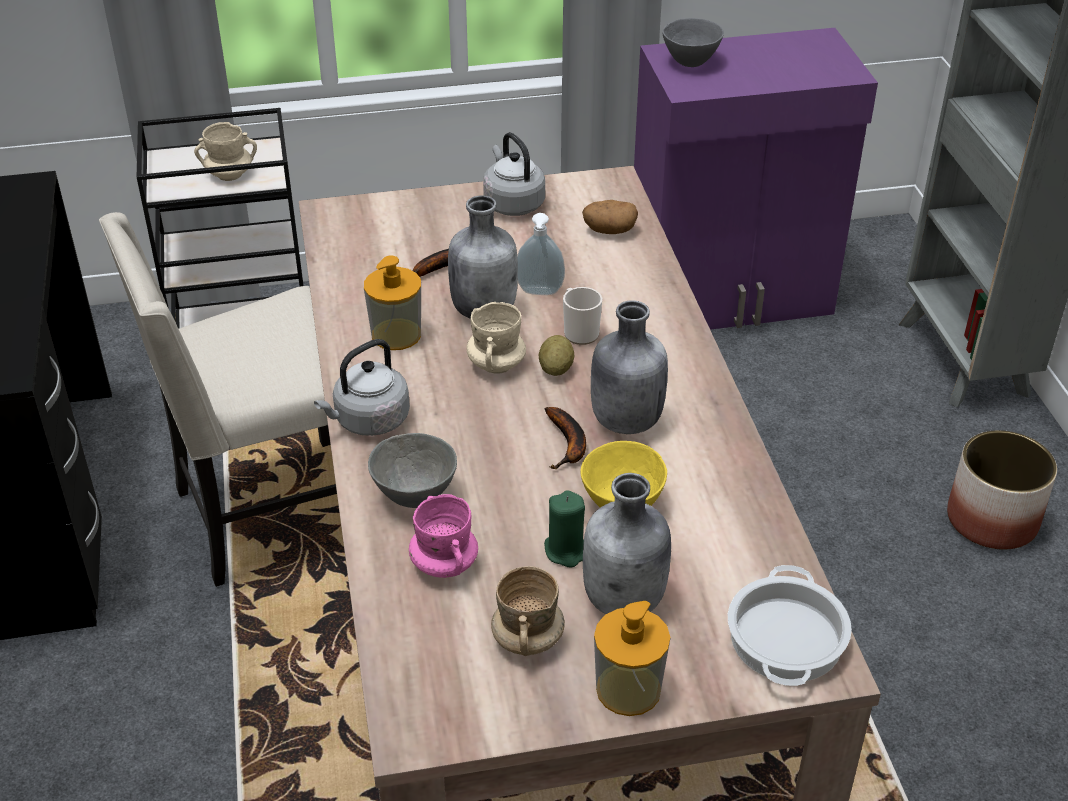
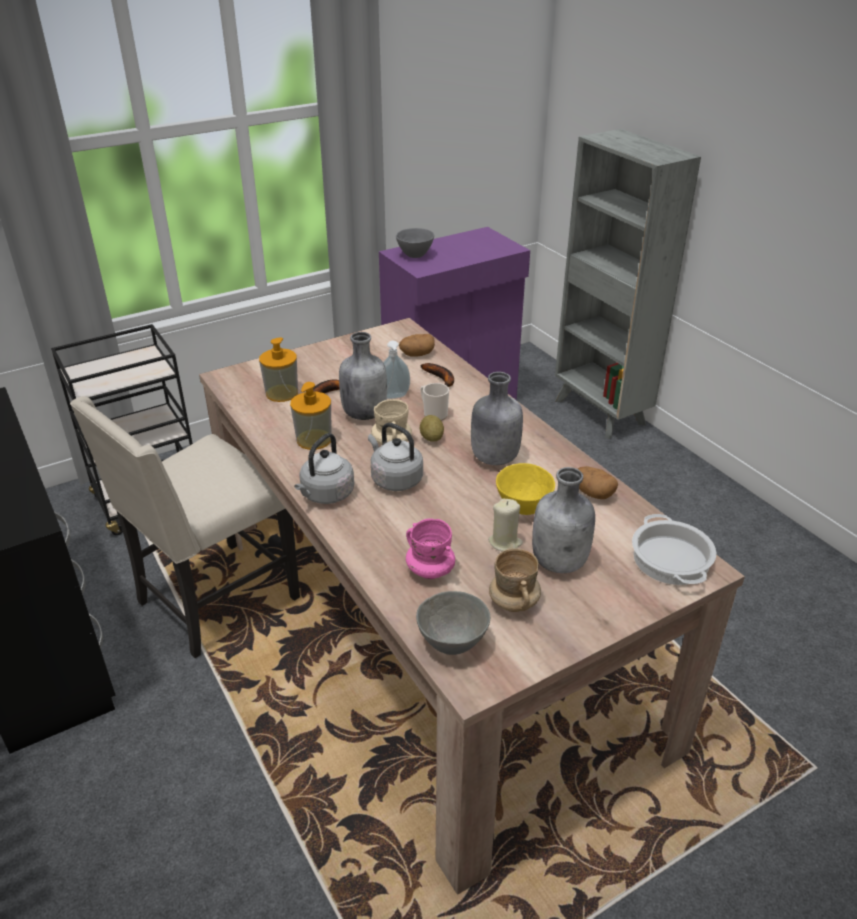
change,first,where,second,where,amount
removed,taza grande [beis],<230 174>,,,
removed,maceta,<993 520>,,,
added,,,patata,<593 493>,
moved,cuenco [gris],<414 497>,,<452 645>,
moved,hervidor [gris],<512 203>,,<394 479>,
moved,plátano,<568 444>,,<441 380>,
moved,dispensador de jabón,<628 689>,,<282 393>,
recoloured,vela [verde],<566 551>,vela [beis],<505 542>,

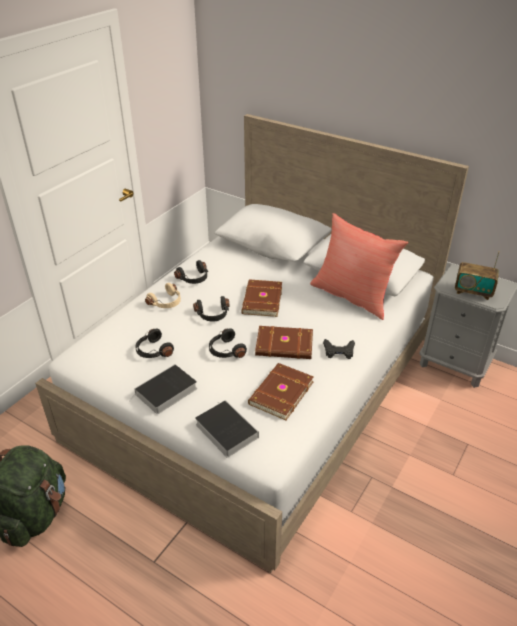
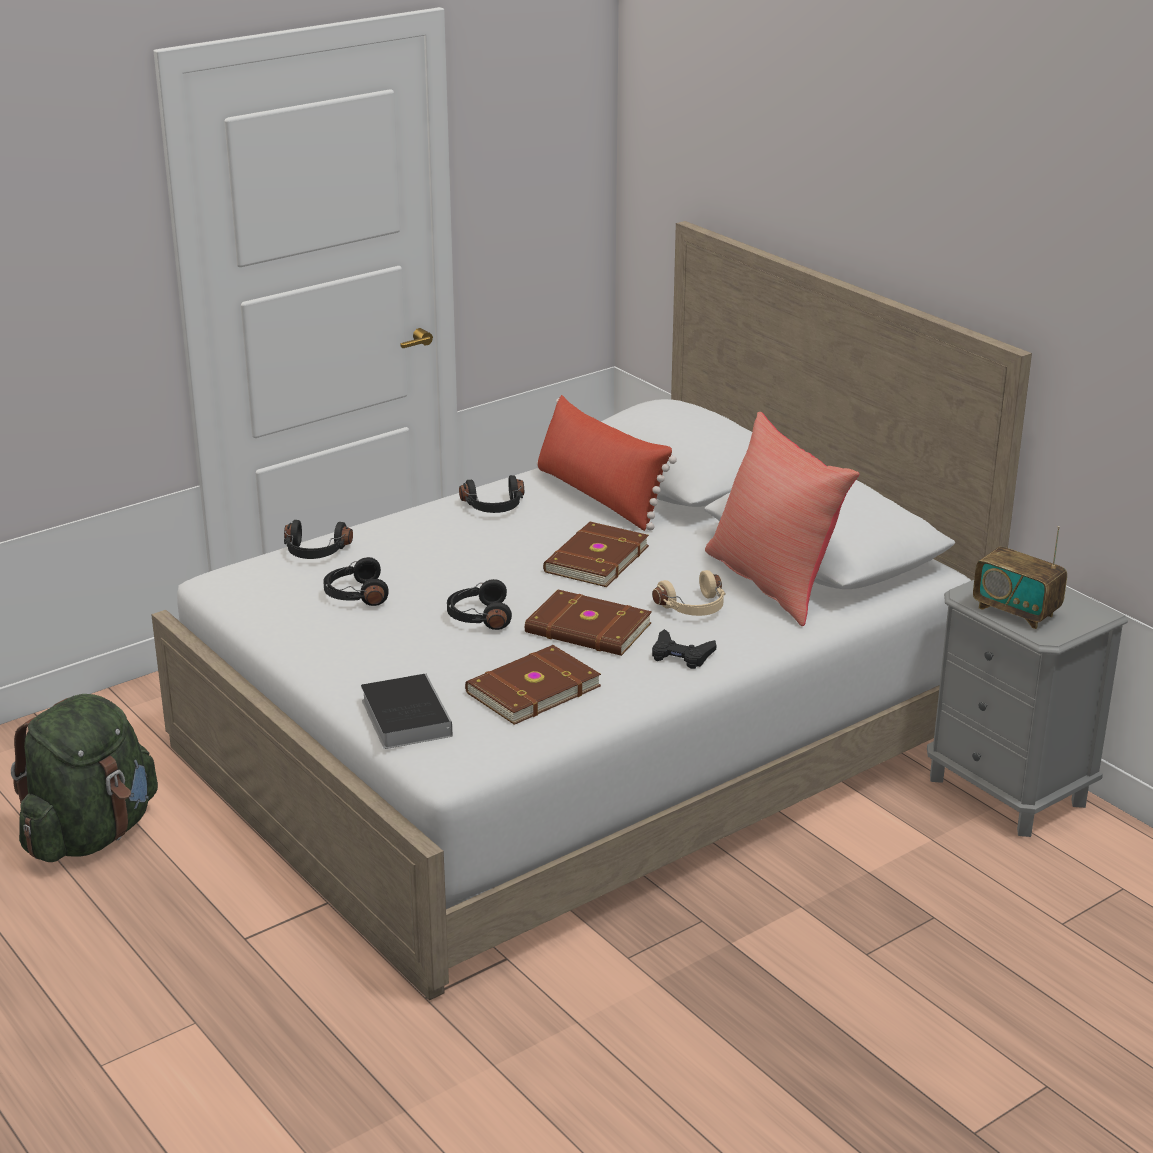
change,first,where,second,where,amount
removed,libro,<165 392>,,,
added,,,cojín [rojo],<599 497>,
moved,auriculares [beis],<166 303>,,<694 608>,
moved,auriculares [negro],<213 315>,,<315 553>,

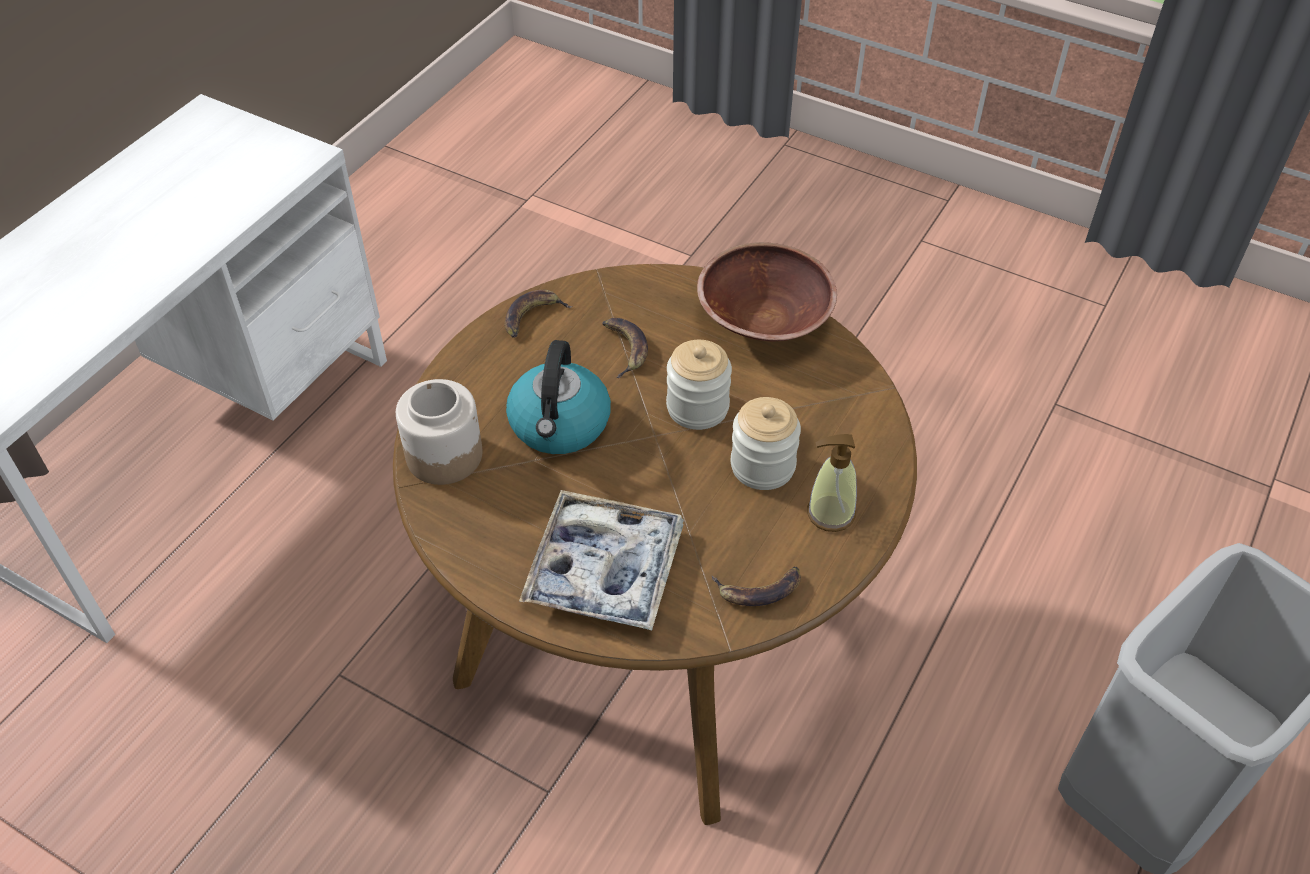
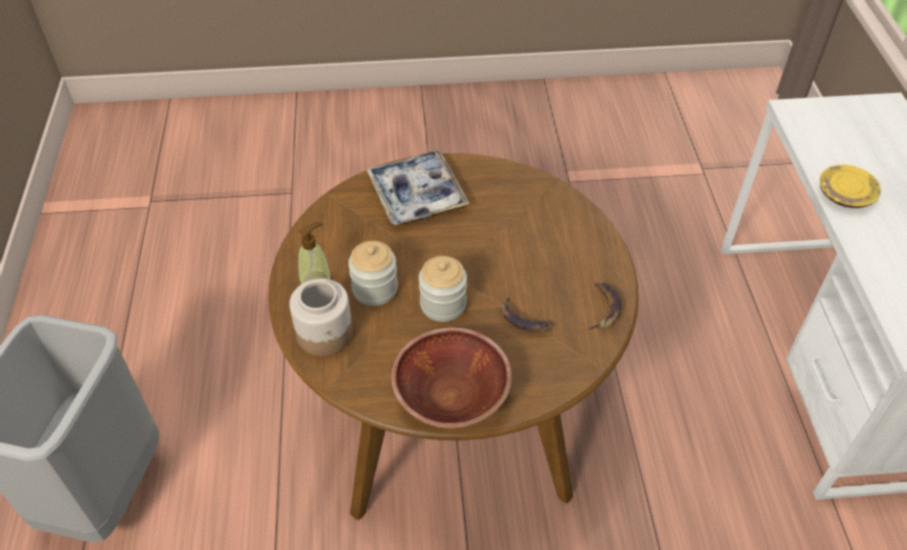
change,first,where,second,where,amount
removed,hervidor,<560 425>,,,
removed,plátano,<759 589>,,,
added,,,plato [amarillo],<845 194>,
moved,tarro,<444 455>,,<325 334>,

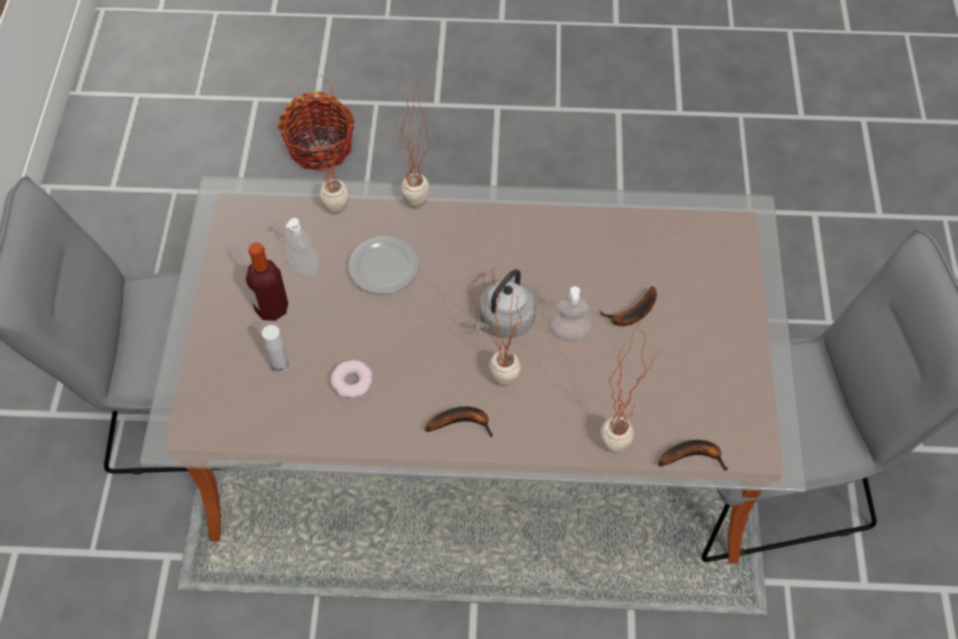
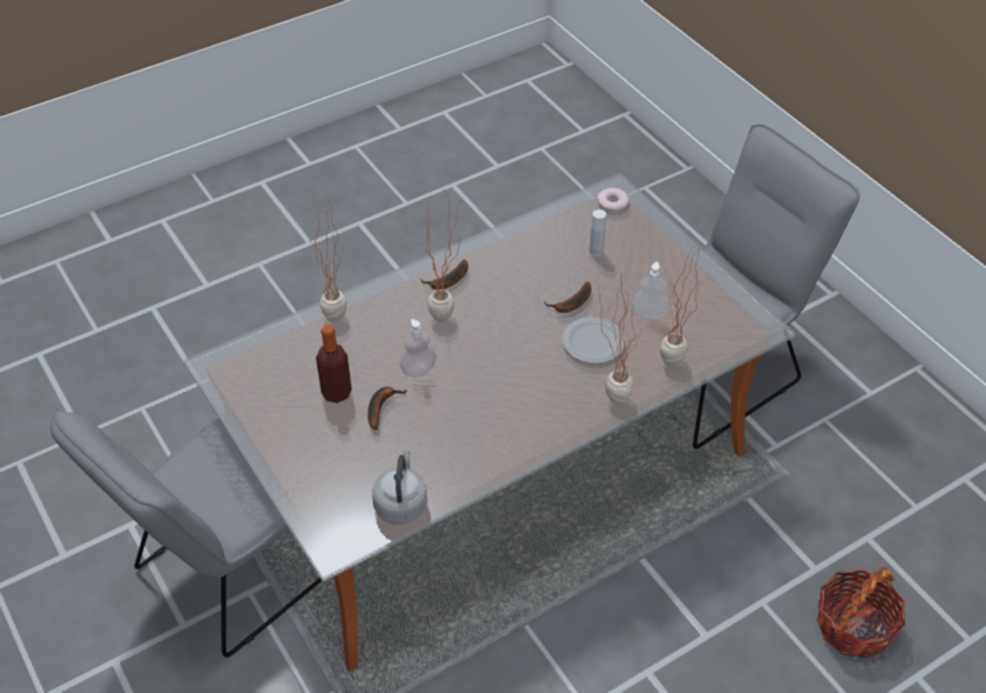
change,first,where,second,where,amount
moved,botella,<272 308>,,<336 393>,
moved,rosquilla,<352 382>,,<612 202>,
moved,hervidor [gris],<504 321>,,<401 504>,
moved,plátano,<693 456>,,<571 304>,

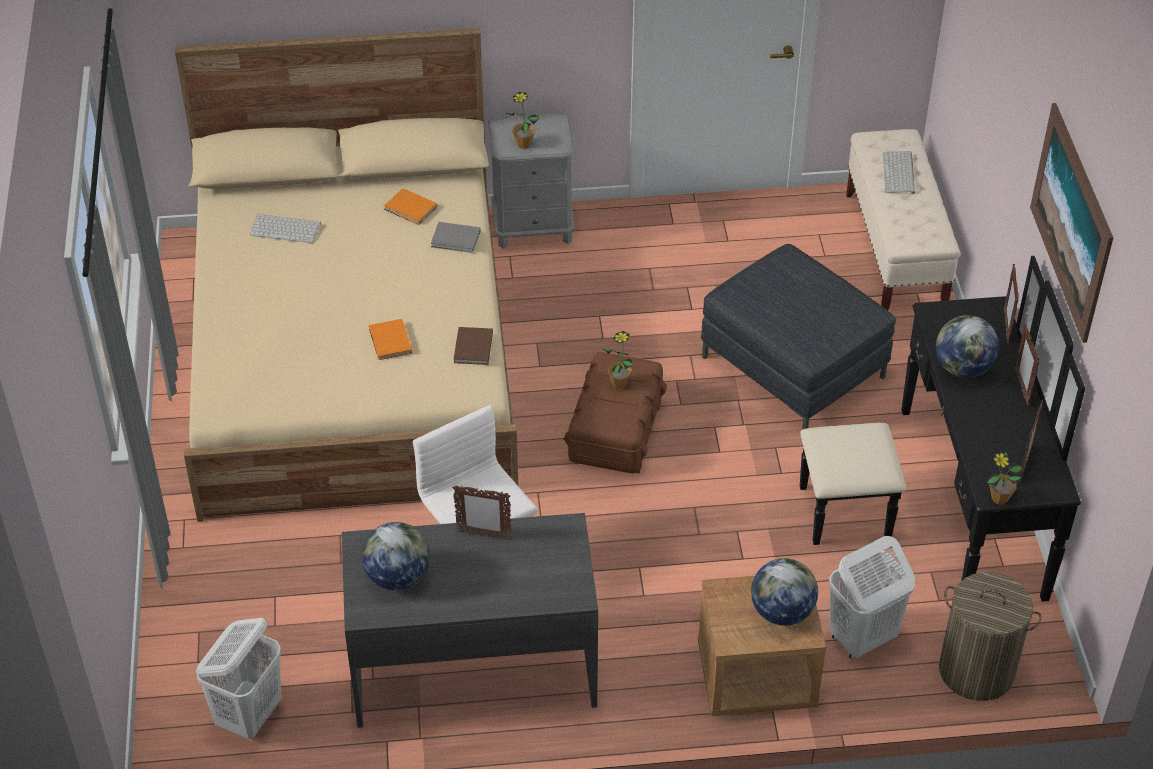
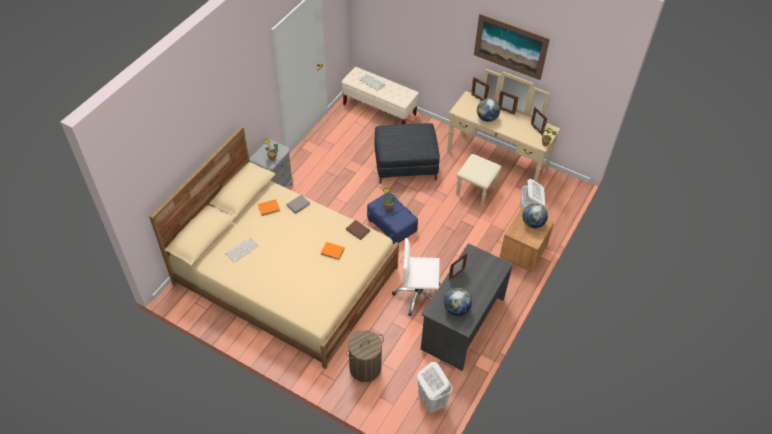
change,first,where,second,where,amount
moved,cesto de la ropa,<977 670>,,<365 368>,
recoloured,caja de almacenaje [marrón],<616 431>,caja de almacenaje [azul],<392 224>,
recoloured,cómoda [negro],<942 505>,cómoda [beis],<492 167>,

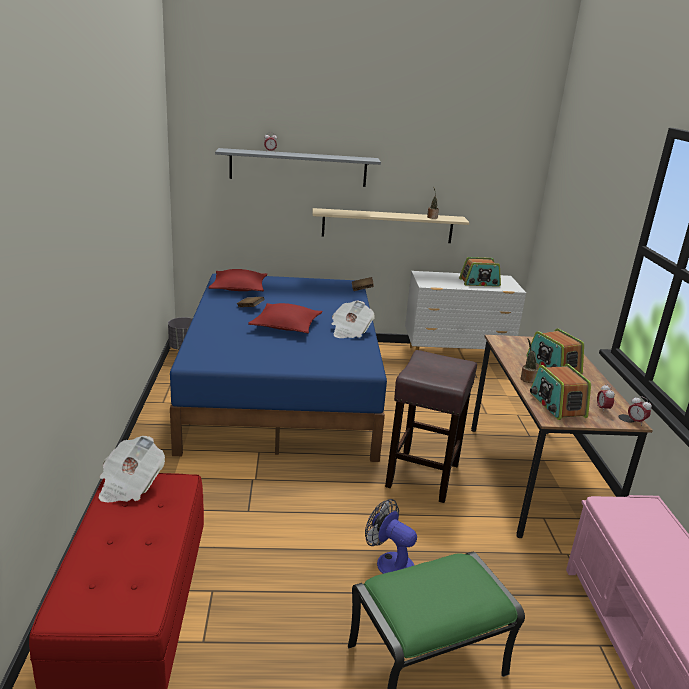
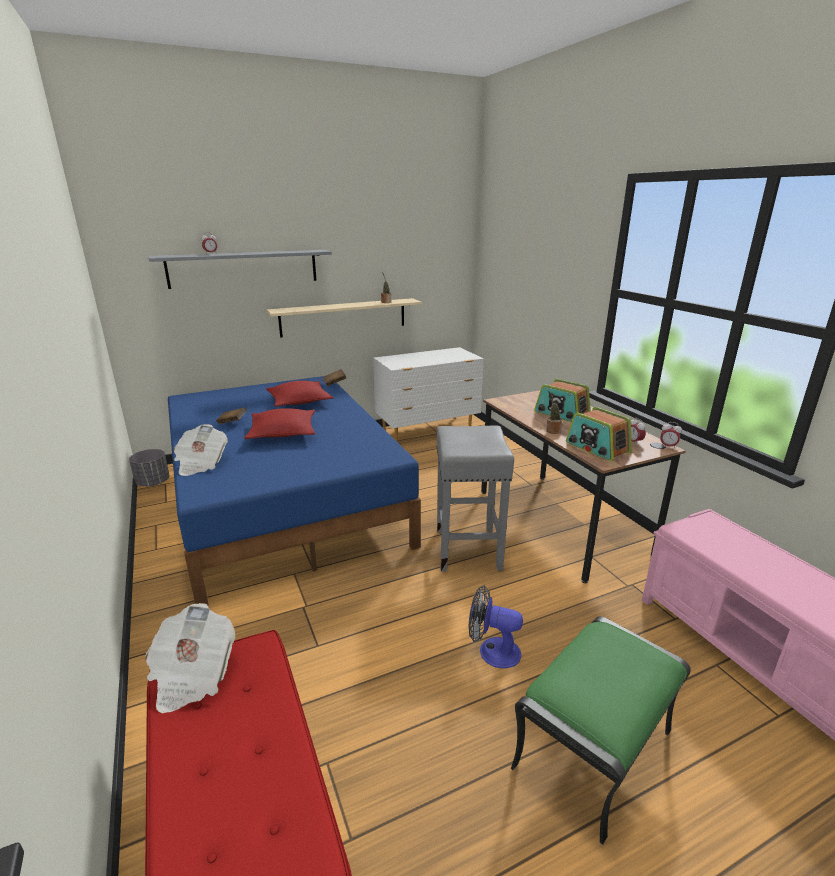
change,first,where,second,where,amount
removed,radio,<479 282>,,,
moved,cojín [rojo],<239 288>,,<299 401>,
moved,periódico,<350 331>,,<201 463>,
recoloured,taburete [marrón],<423 474>,taburete [gris],<467 548>,

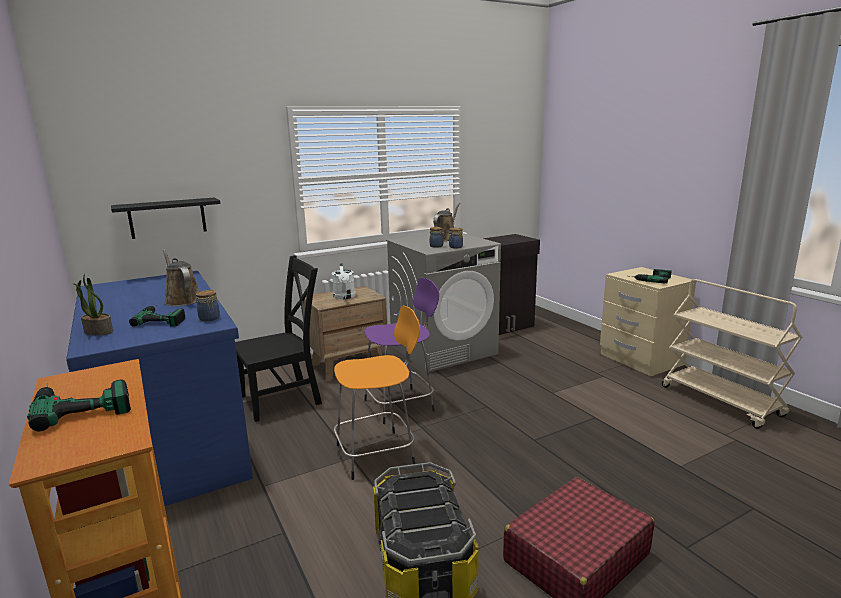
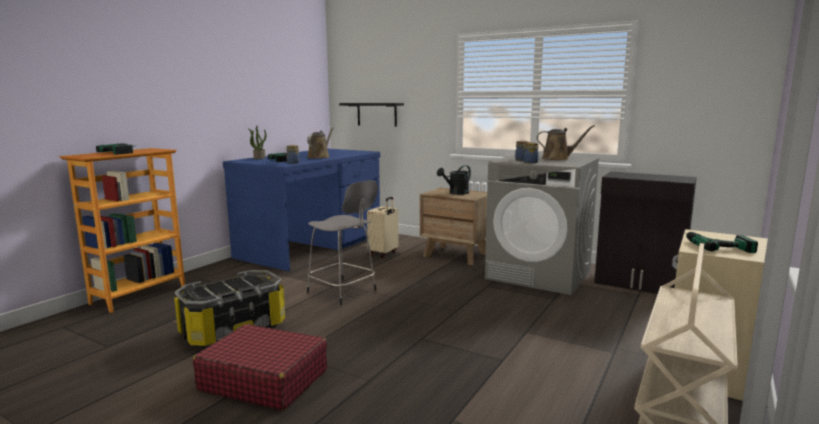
change,first,where,second,where,amount
removed,taburete [morado],<401 405>,,,
replaced,silla [negro],<284 399>,maleta [beis],<383 253>,
recoloured,regadera [blanco],<344 297>,regadera [negro],<456 193>,
recoloured,taburete [naranja],<378 453>,taburete [gris],<343 292>,

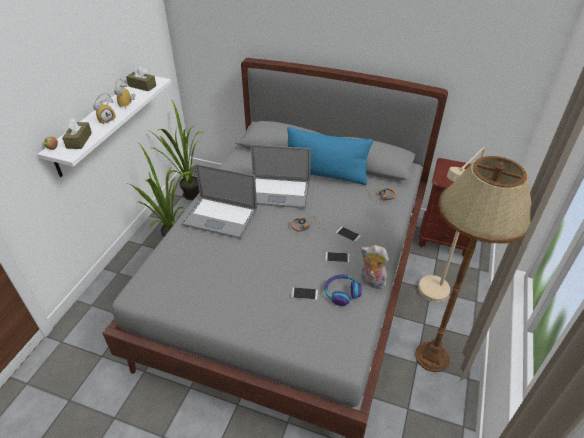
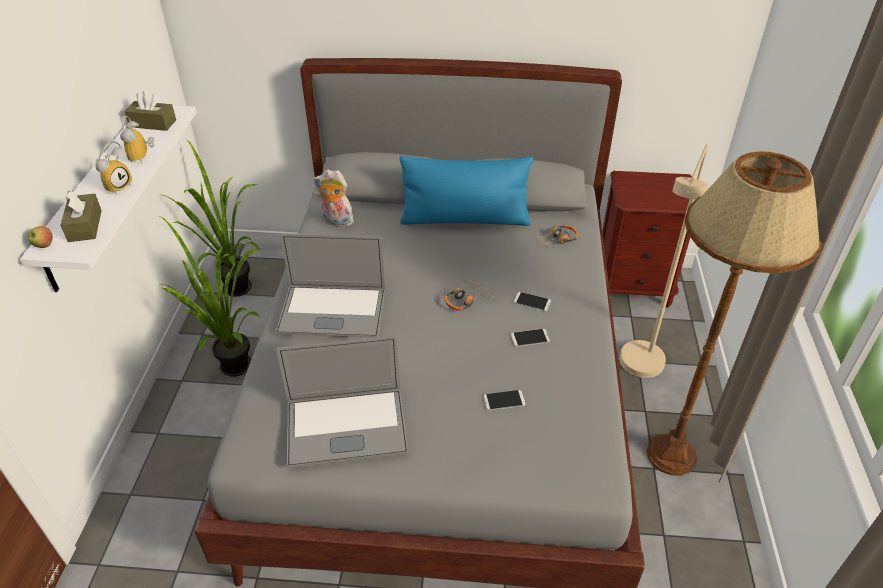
change,first,where,second,where,amount
removed,auriculares,<341 292>,,,
moved,portátil,<278 193>,,<346 427>,
moved,peluche,<371 282>,,<336 222>,

